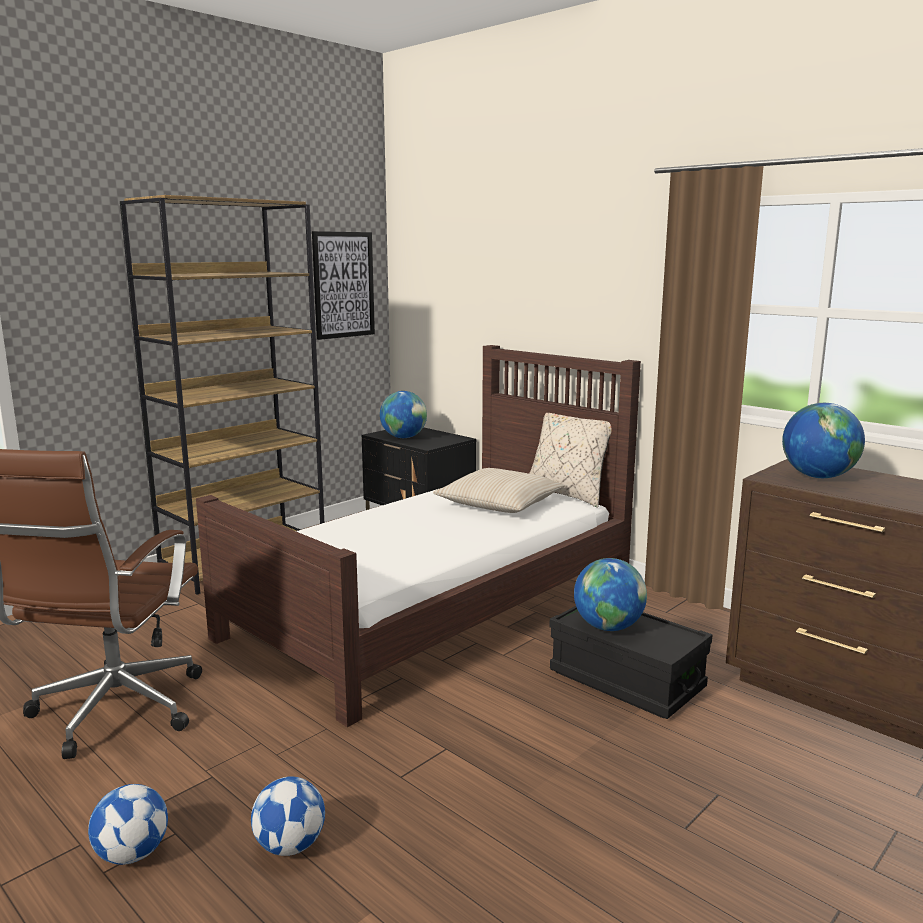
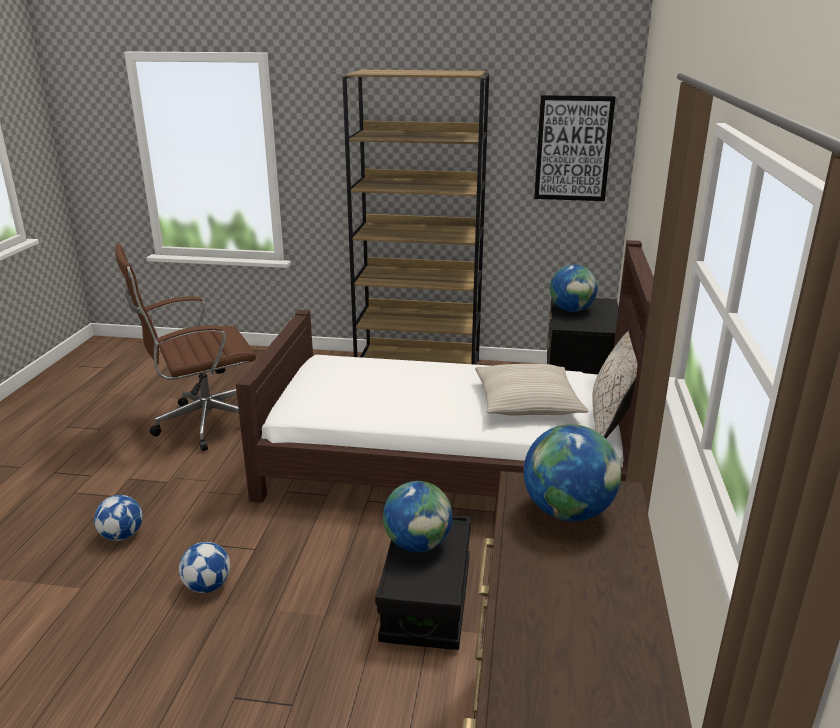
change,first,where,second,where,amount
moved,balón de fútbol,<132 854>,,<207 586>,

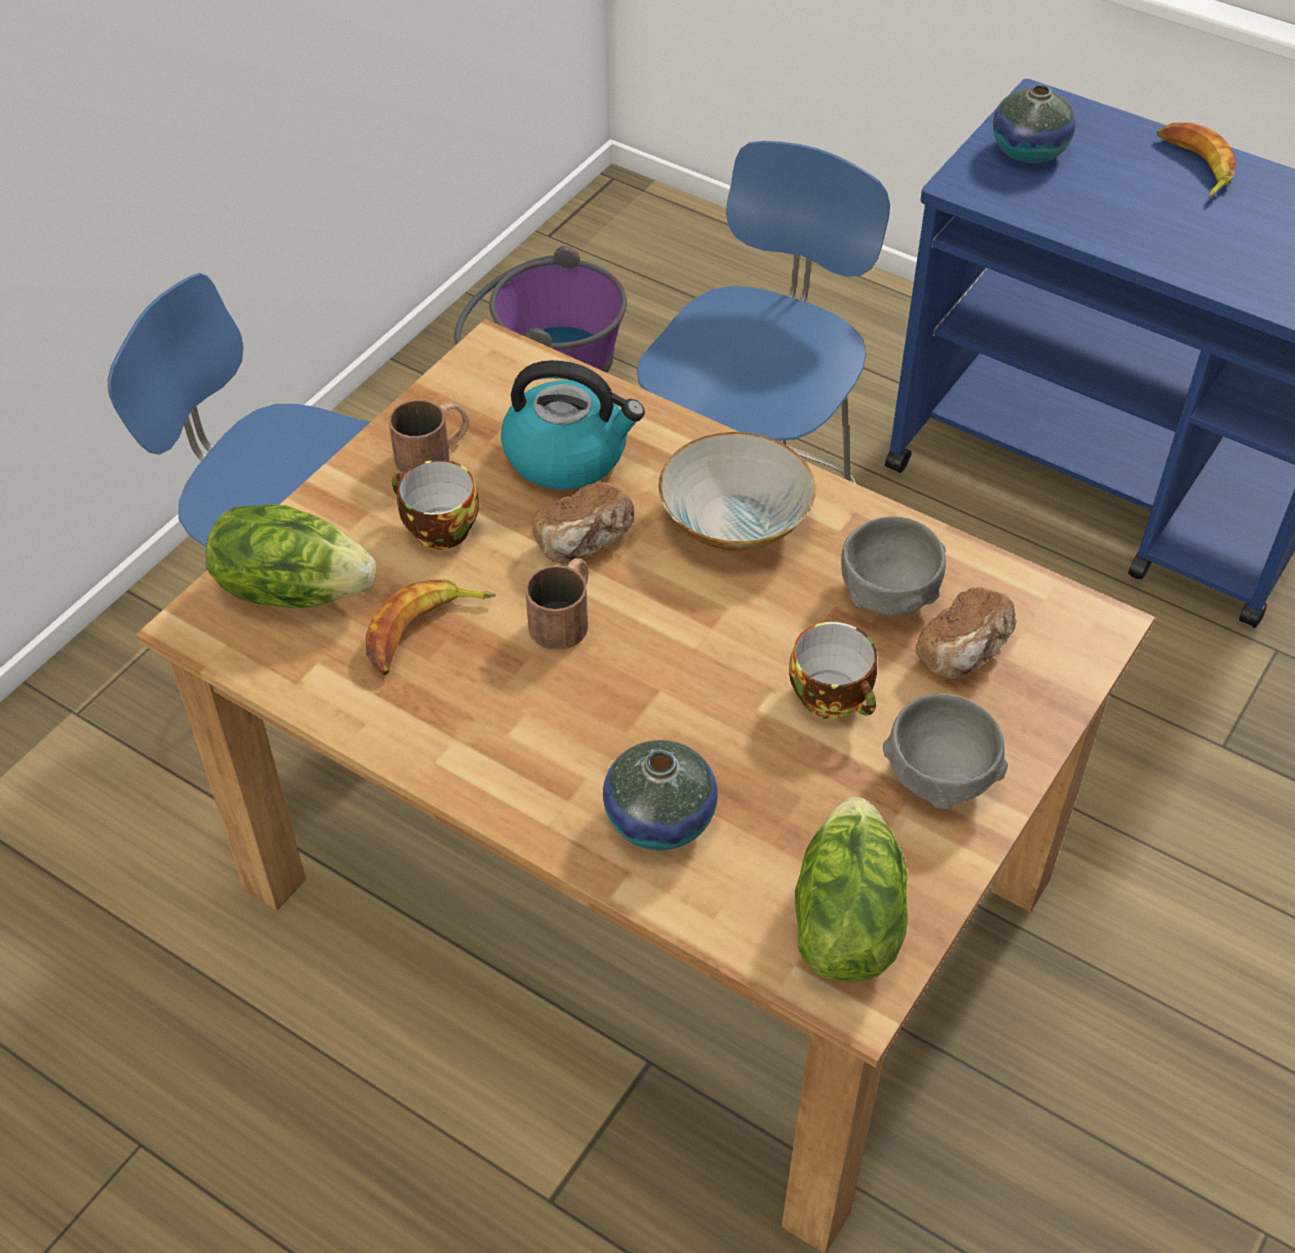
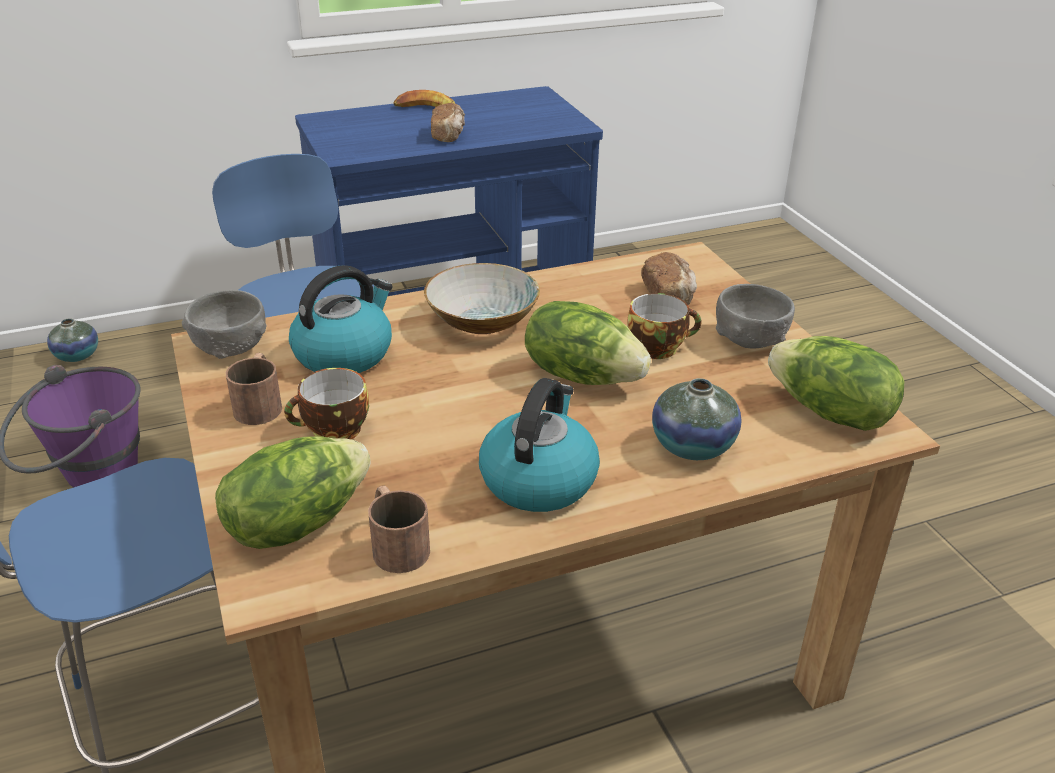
change,first,where,second,where,amount
removed,plátano,<423 632>,,,
added,,,hervidor,<538 479>,
added,,,lechuga,<582 375>,
moved,taza grande [marrón],<565 616>,,<395 543>,
moved,pan,<585 541>,,<448 135>,
moved,cuenco [gris],<888 594>,,<231 348>,
moved,florero,<1028 151>,,<77 355>,

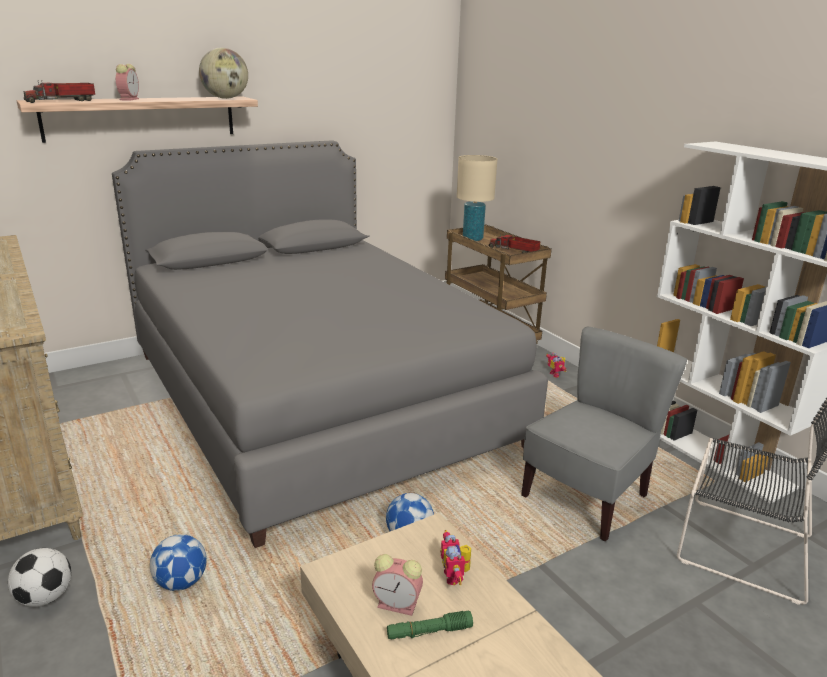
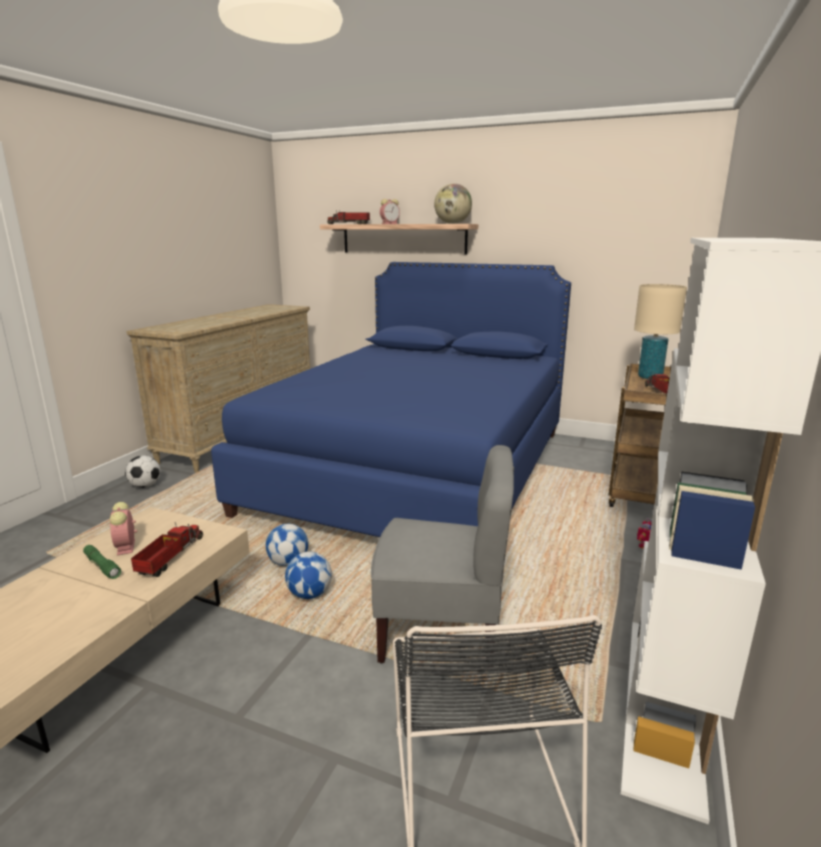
change,first,where,second,where,amount
moved,balón de fútbol,<181 582>,,<309 594>,
replaced,robot de juguete,<455 576>,camión de juguete,<170 558>,
recoloured,cama [gris],<316 398>,cama [azul],<417 469>,

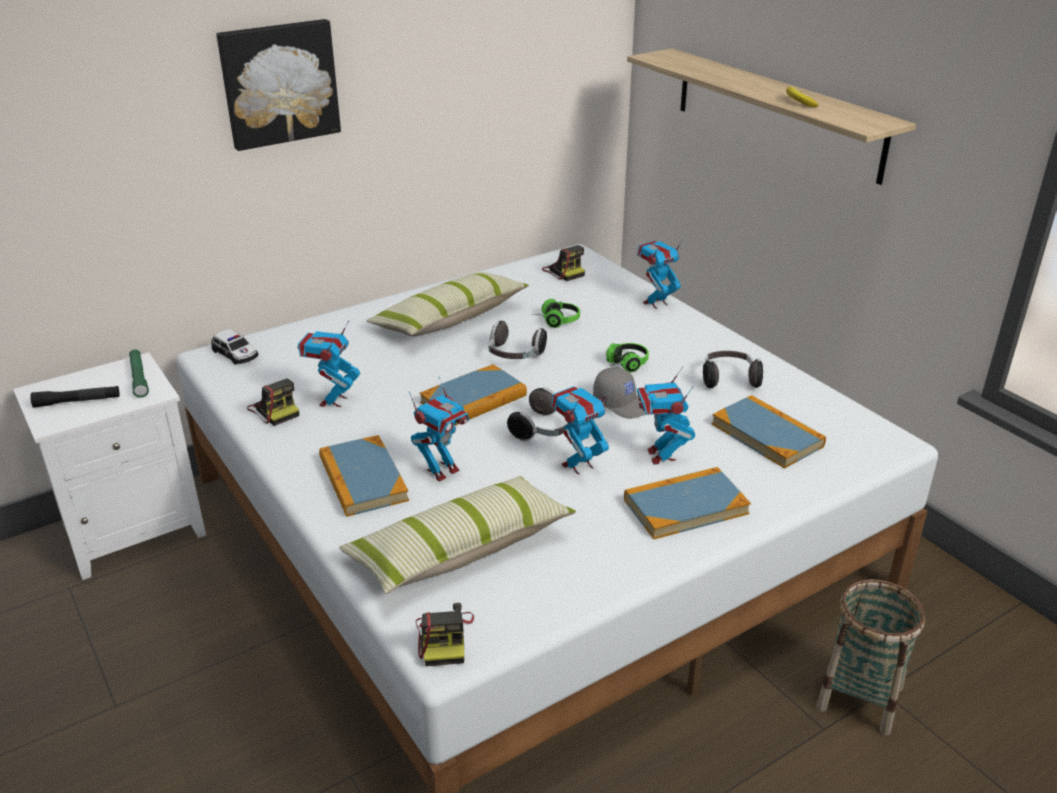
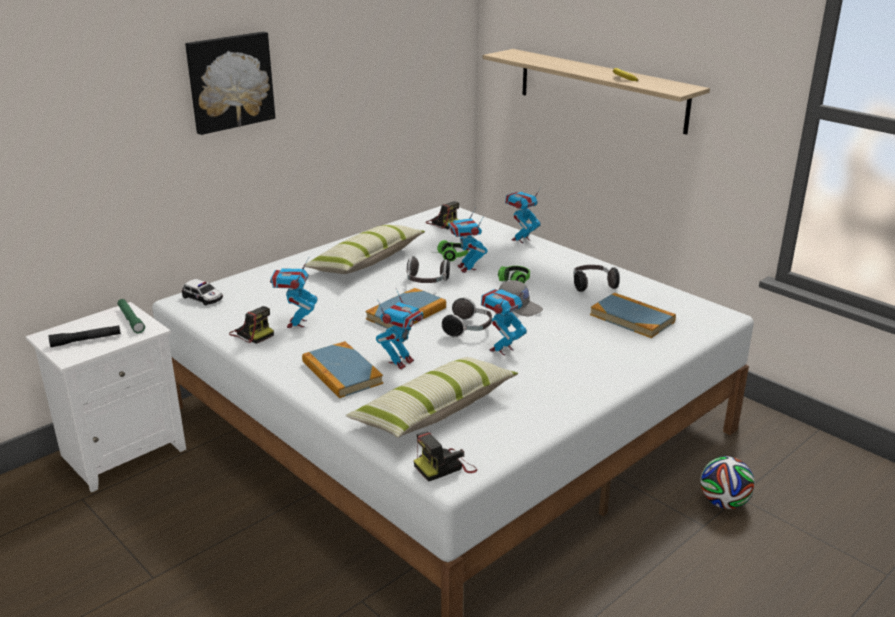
change,first,where,second,where,amount
removed,libro,<685 506>,,,
moved,robot de juguete,<661 456>,,<466 268>,
replaced,cesta,<860 697>,balón de fútbol,<723 503>,
turned,cámara,<444 638>,,<445 467>,75 degrees clockwise

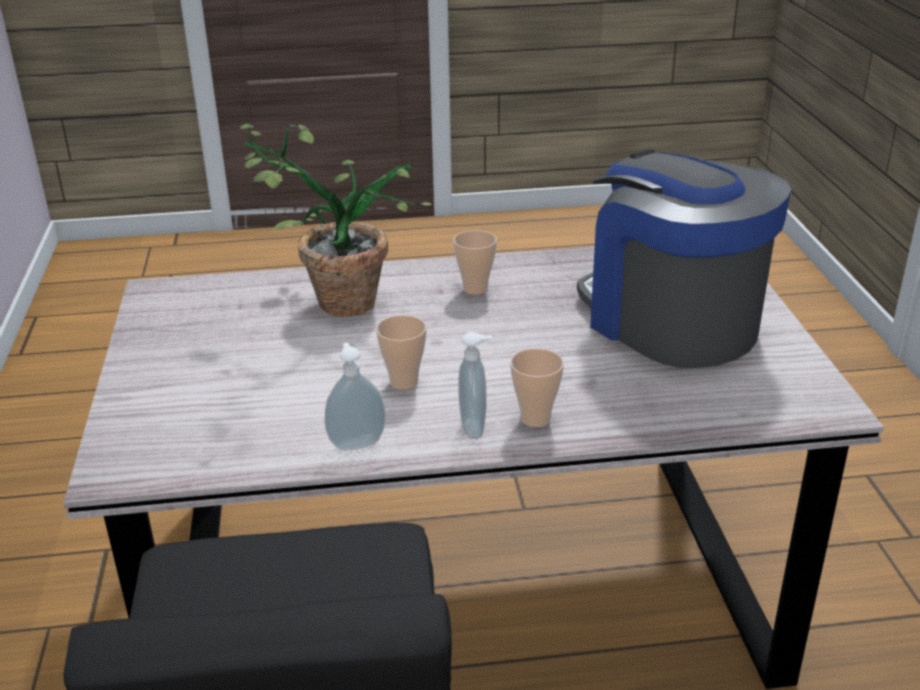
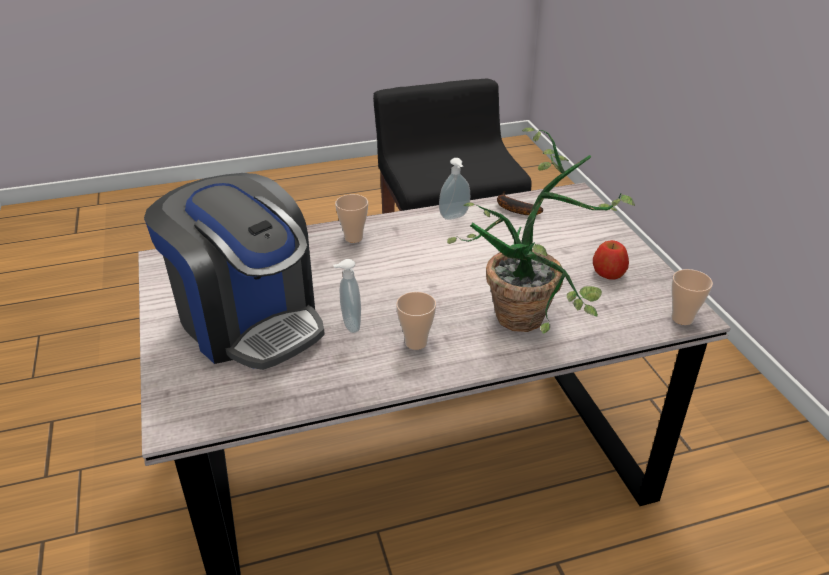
change,first,where,second,where,amount
added,,,plátano,<513 209>,
added,,,manzana,<608 272>,
moved,taza,<404 382>,,<682 318>,
moved,dispensador de jabón,<475 428>,,<349 325>,

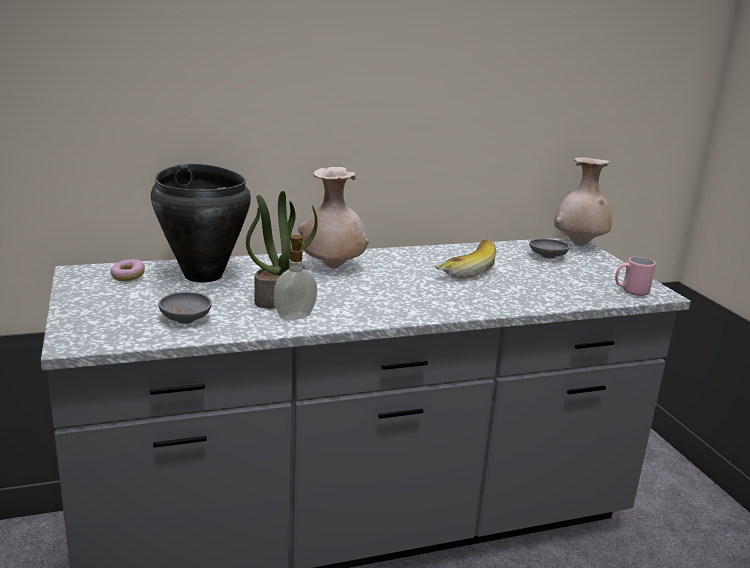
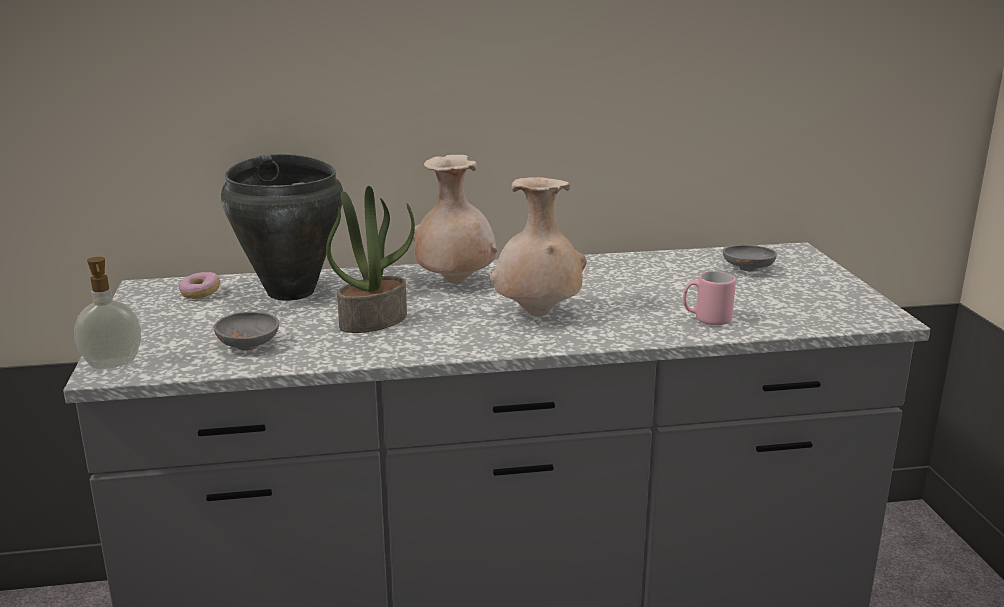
change,first,where,second,where,amount
removed,plátano,<463 270>,,,
moved,dispensador de jabón,<295 317>,,<113 365>,
moved,florero [beis],<579 244>,,<537 314>,
moved,taza grande [rosa],<630 291>,,<706 319>,

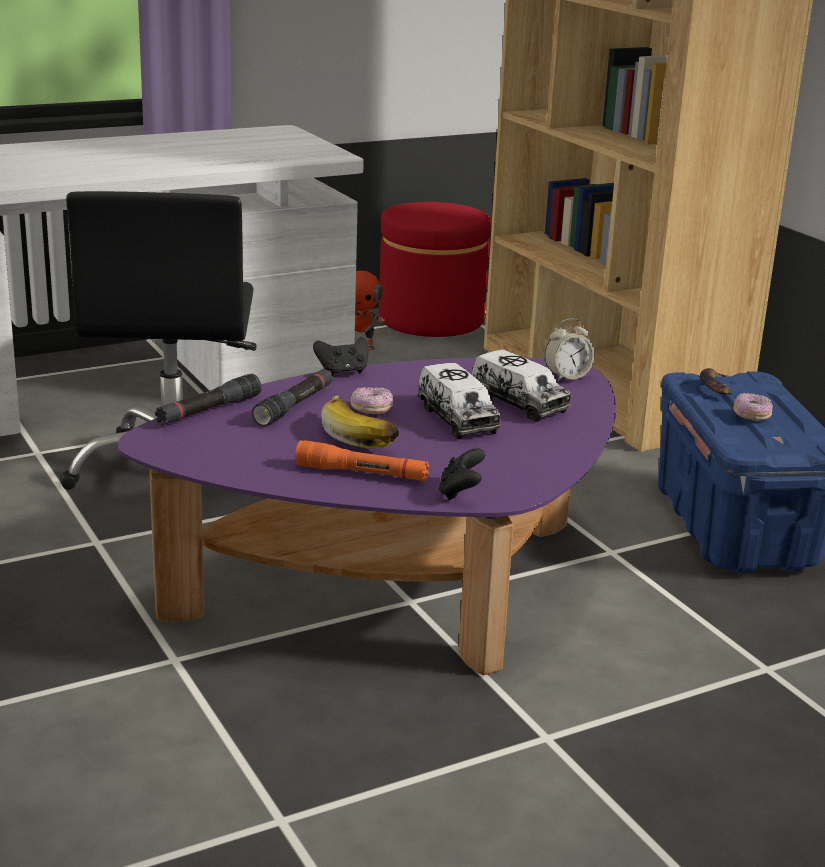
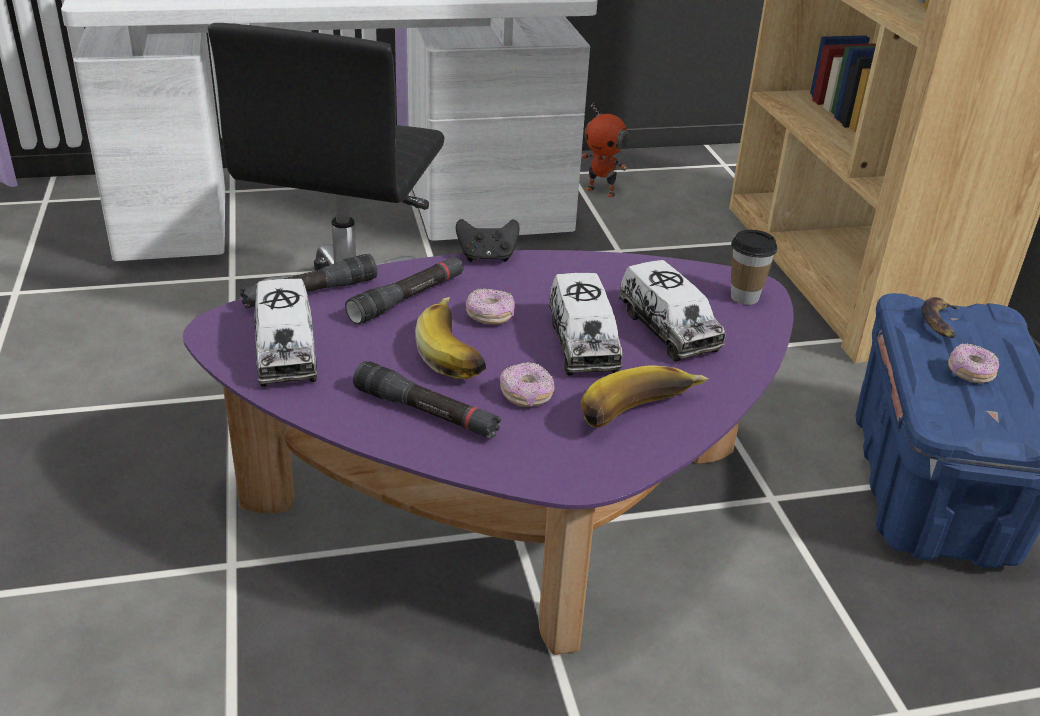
change,first,where,second,where,amount
removed,puf [rojo],<431 320>,,,
removed,mando de consola [negro],<460 492>,,,
added,,,camión de juguete,<286 352>,
added,,,rosquilla,<526 395>,
added,,,plátano,<641 417>,
replaced,despertador,<567 377>,taza,<744 297>,
recoloured,linterna [naranja],<362 473>,linterna [negro],<426 413>,

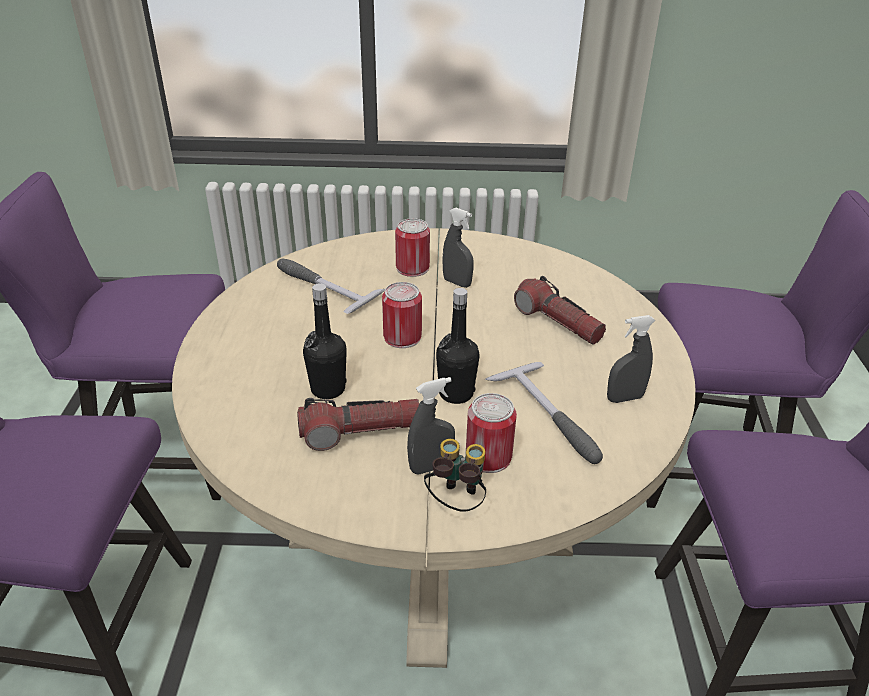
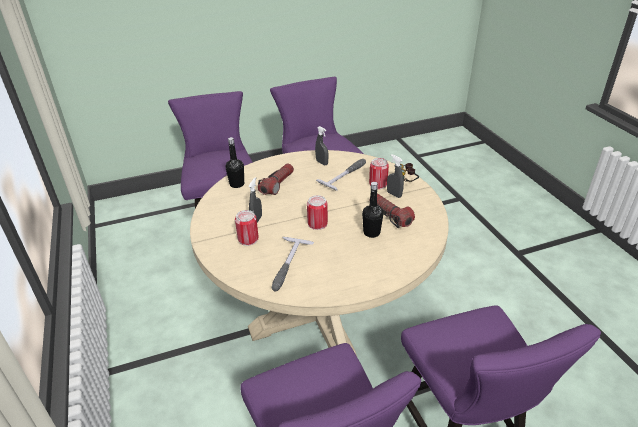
change,first,where,second,where,amount
moved,botella [negro],<456 393>,,<237 184>,

